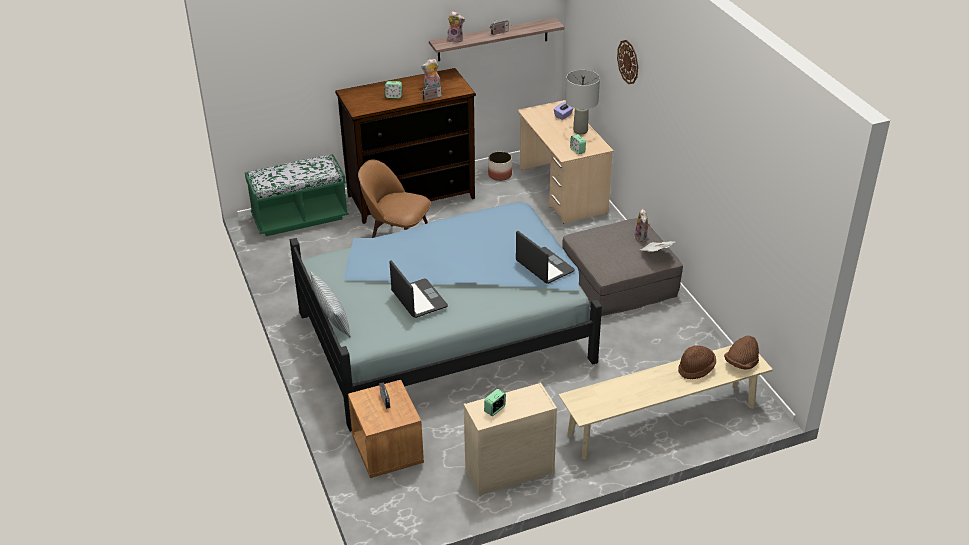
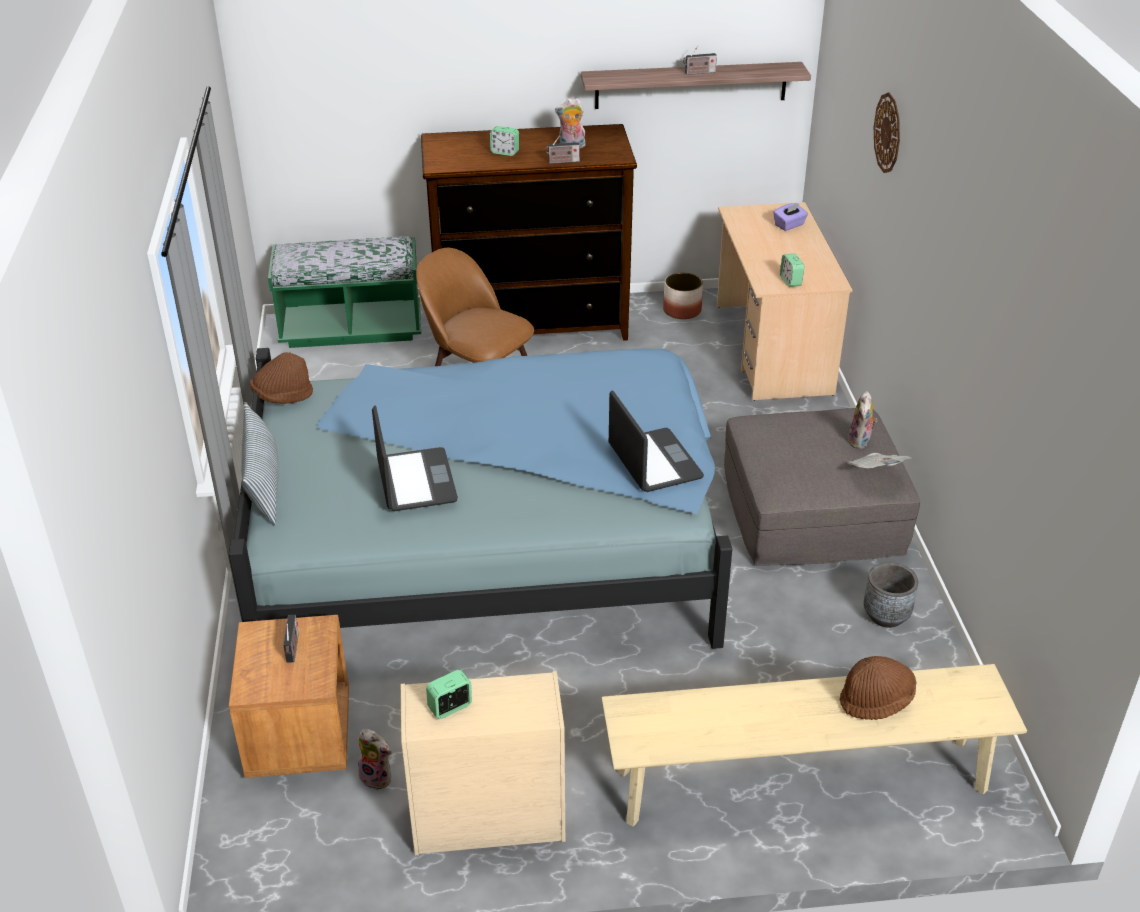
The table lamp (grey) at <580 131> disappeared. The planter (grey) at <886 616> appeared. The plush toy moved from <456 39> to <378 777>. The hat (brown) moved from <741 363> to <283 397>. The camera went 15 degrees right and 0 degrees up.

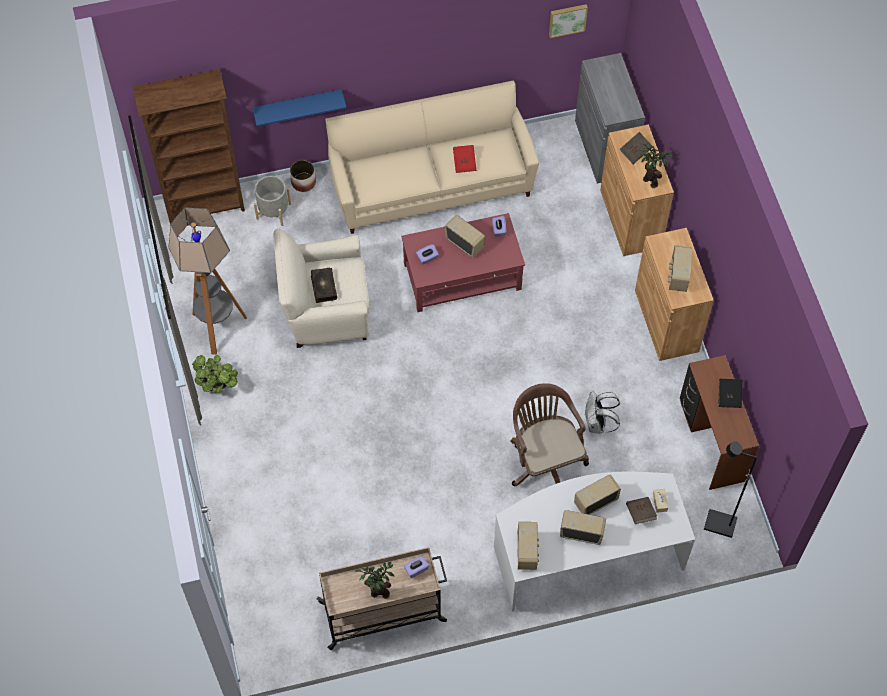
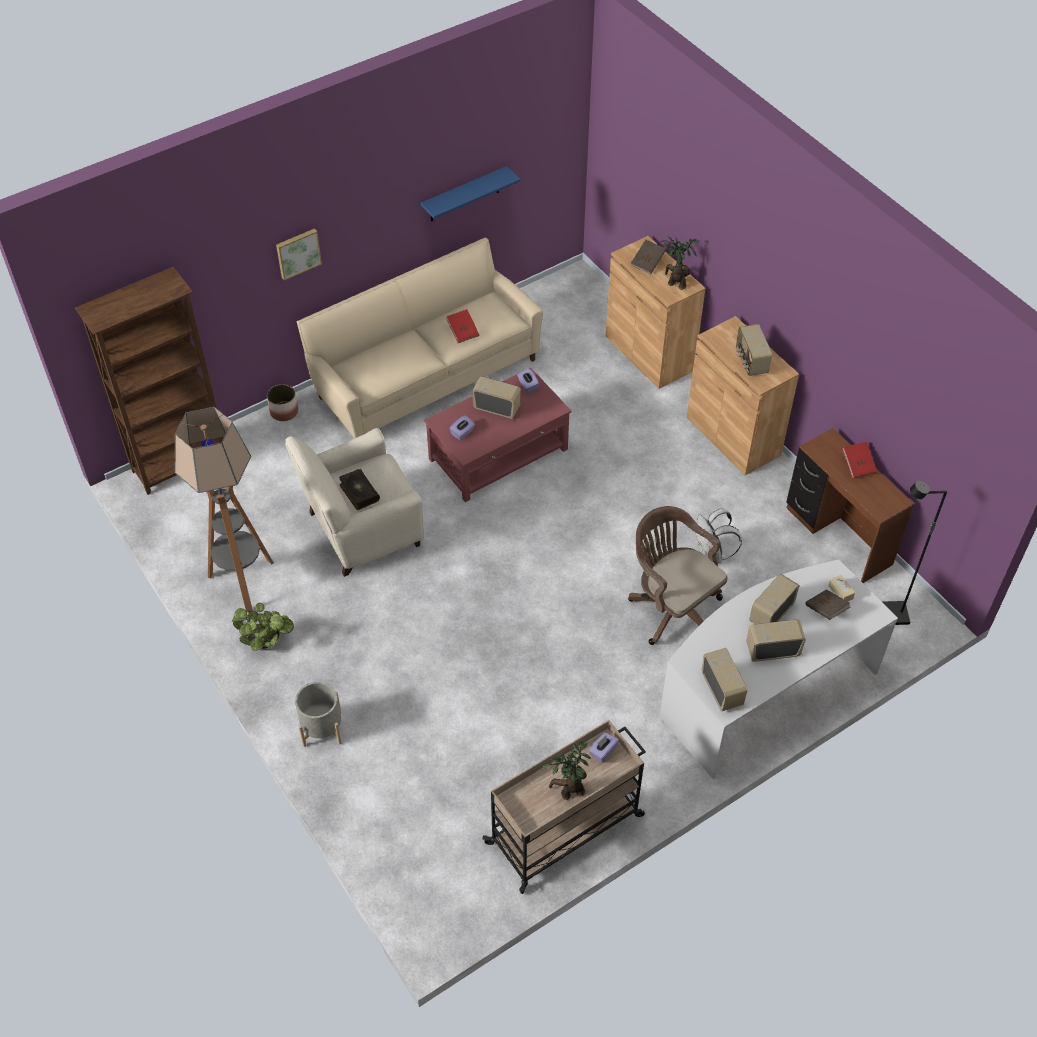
The cabinet (grey) at <604 147> disappeared. The shelf (blue) moved from <297 105> to <464 195>. The planter (grey) moved from <273 211> to <322 729>. The picture moved from <567 19> to <298 253>. The book (black) at <729 396> became the book (red) at <858 465>. The camera went 20 degrees left and 10 degrees down.

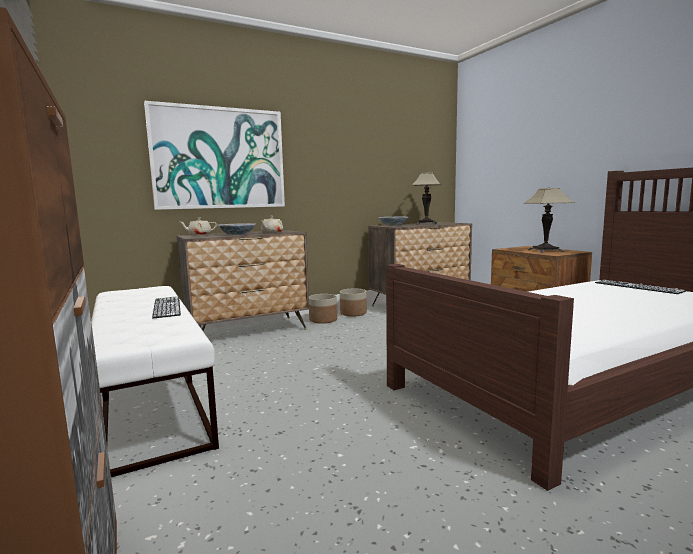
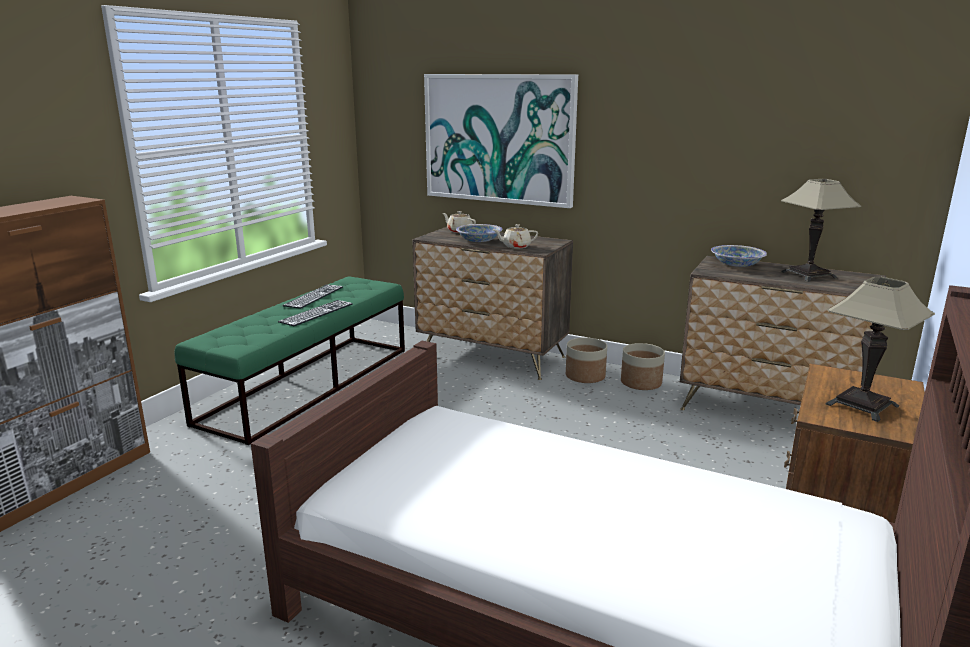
The keyboard moved from <638 287> to <314 296>. The bench (white) at <149 395> became the bench (green) at <309 384>. The camera went 55 degrees right and 10 degrees up.

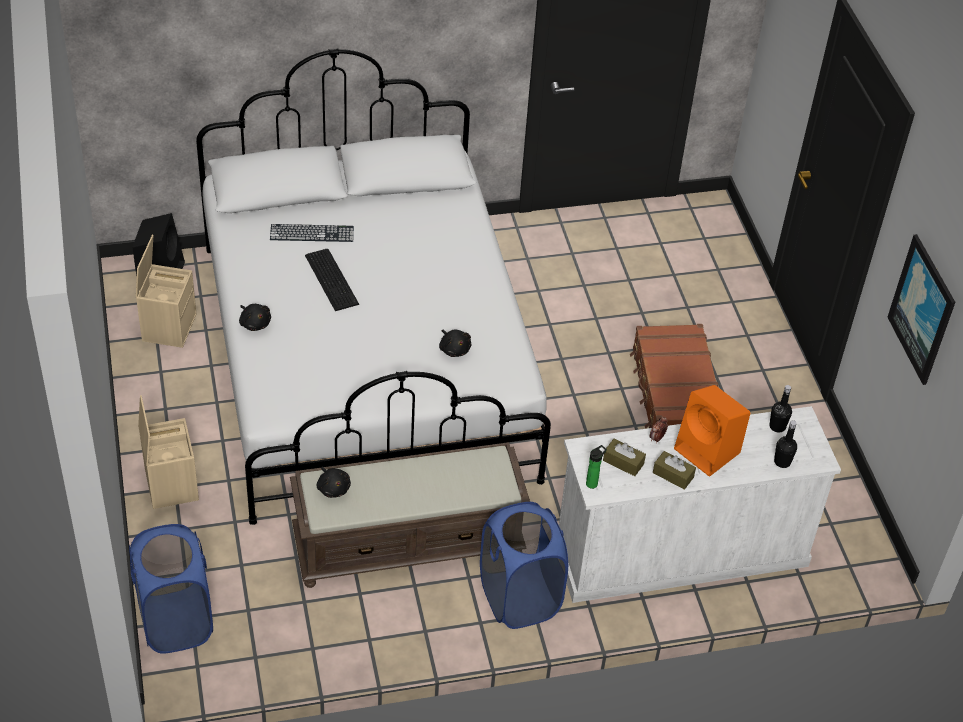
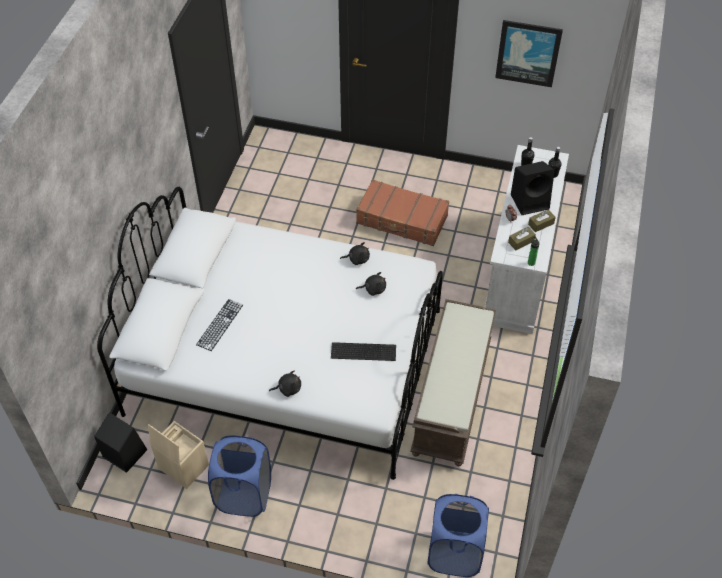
The storage box (beige) at <170 484> disappeared. The keyboard moved from <332 278> to <362 350>. The plush toy (black) moved from <333 488> to <357 259>. The laundry basket (blue) moved from <519 598> to <244 495>. The speaker (orange) at <708 451> became the speaker (black) at <530 201>. The camera went 60 degrees left and 5 degrees up.

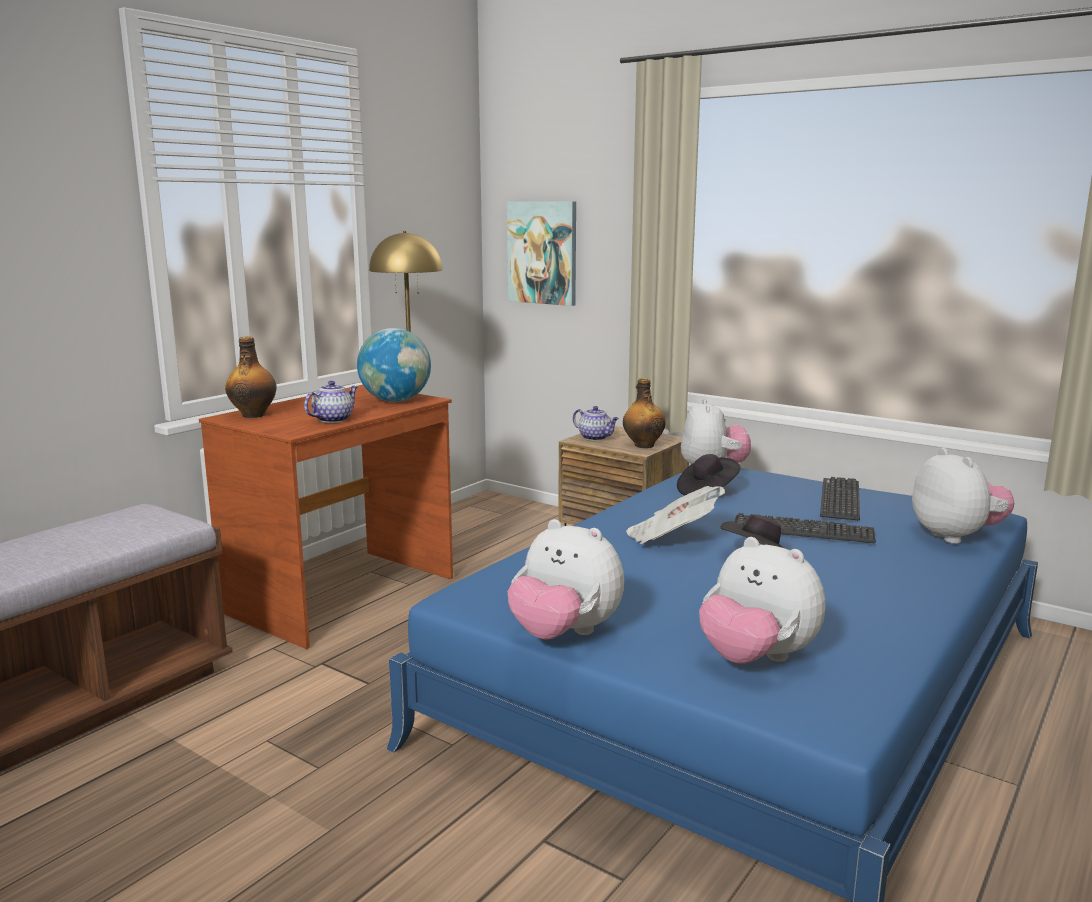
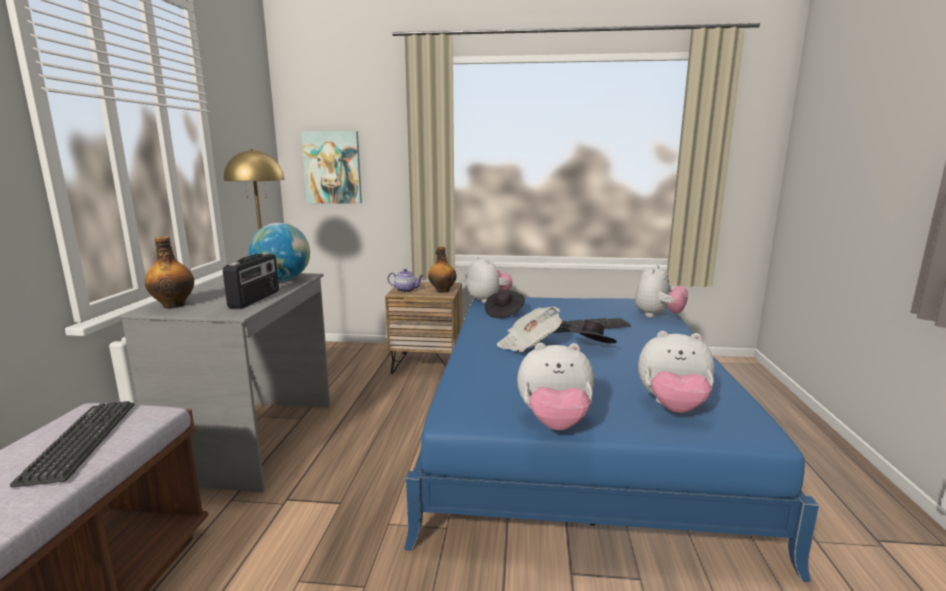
The keyboard moved from <840 499> to <81 441>. The teapot at <333 419> was replaced by the radio at <255 299>. The desk (brown) at <343 595> became the desk (grey) at <255 440>. The plush toy at <956 536> turned 75 degrees clockwise. The camera went 30 degrees left and 0 degrees up.

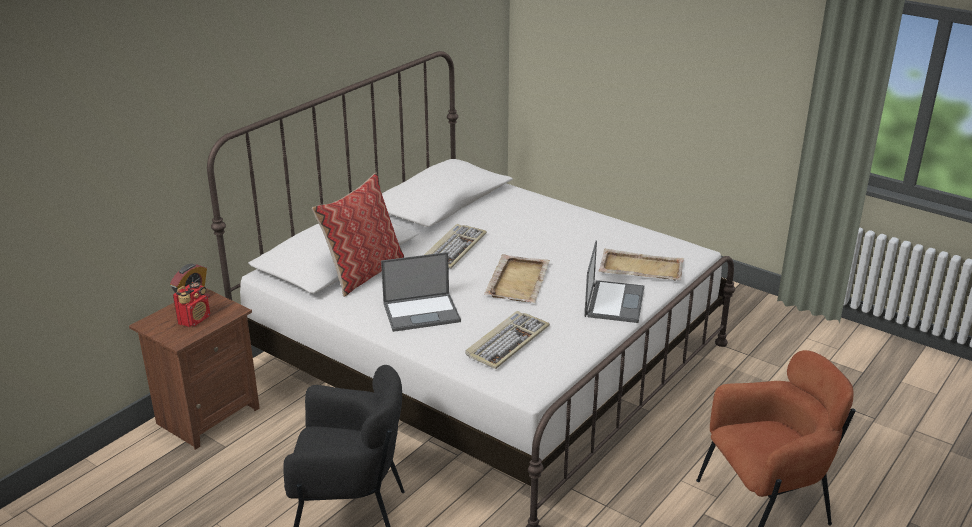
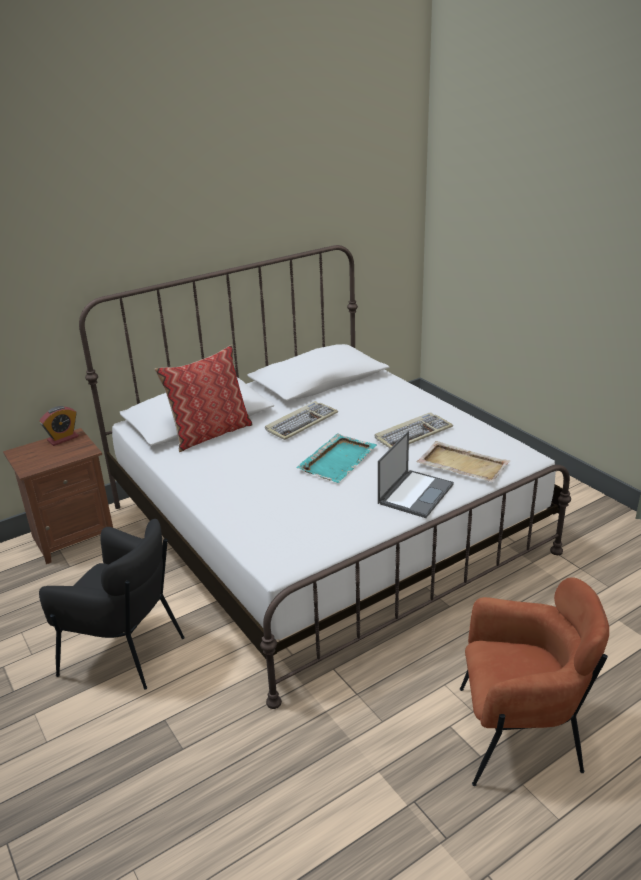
The radio at <195 319> disappeared. The laptop at <422 312> disappeared. The keyboard moved from <507 342> to <413 434>. The tray (beige) at <518 280> became the tray (turquoise) at <338 460>. The camera went 20 degrees right and 0 degrees up.

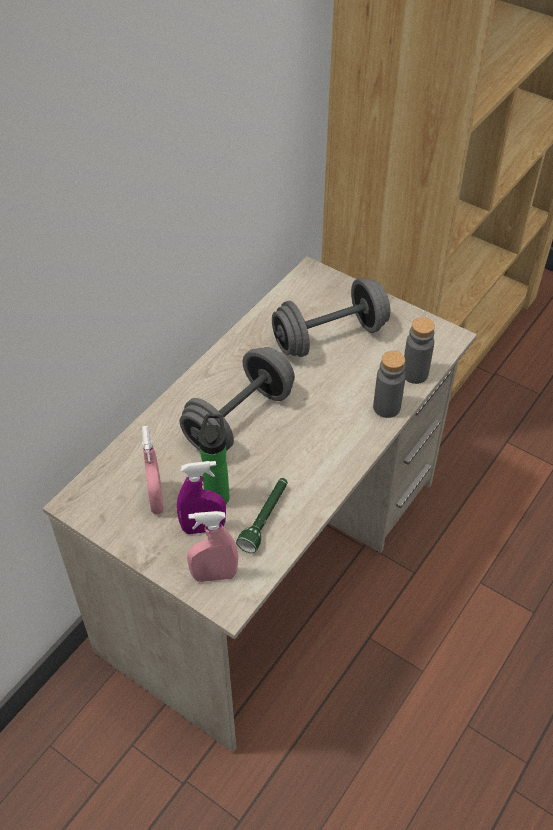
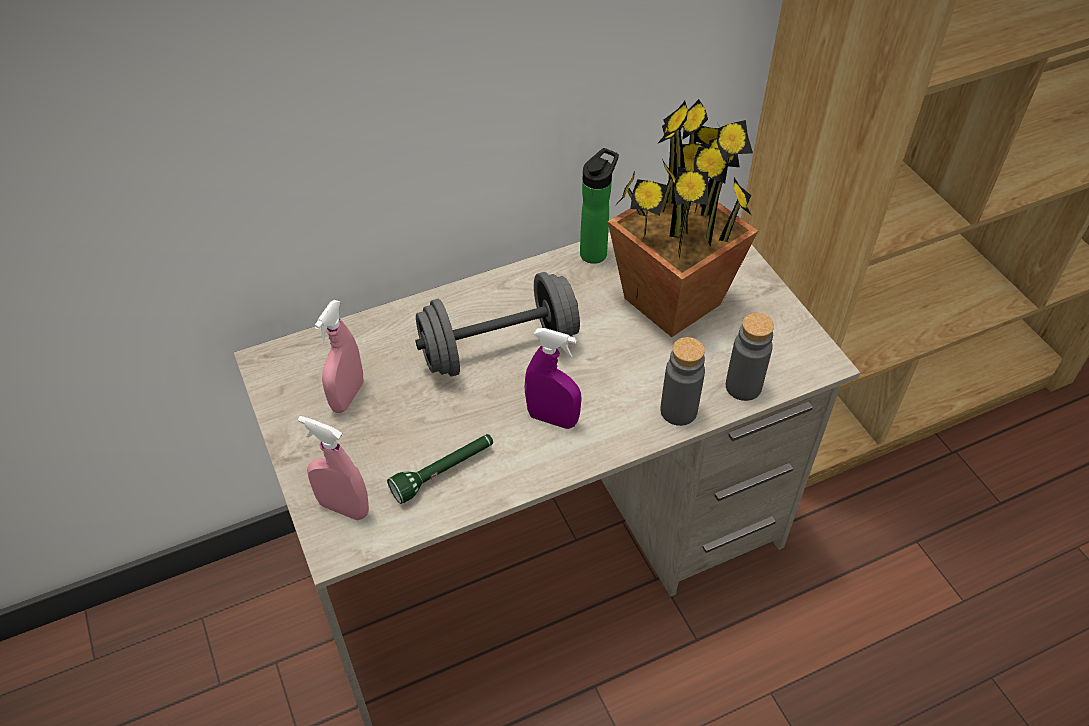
The spray bottle (purple) moved from <203 528> to <552 419>. The bottle moved from <217 494> to <595 251>. The dumbbell (grey) at <329 337> was replaced by the potted plant at <671 301>. The camera went 30 degrees right and 0 degrees up.

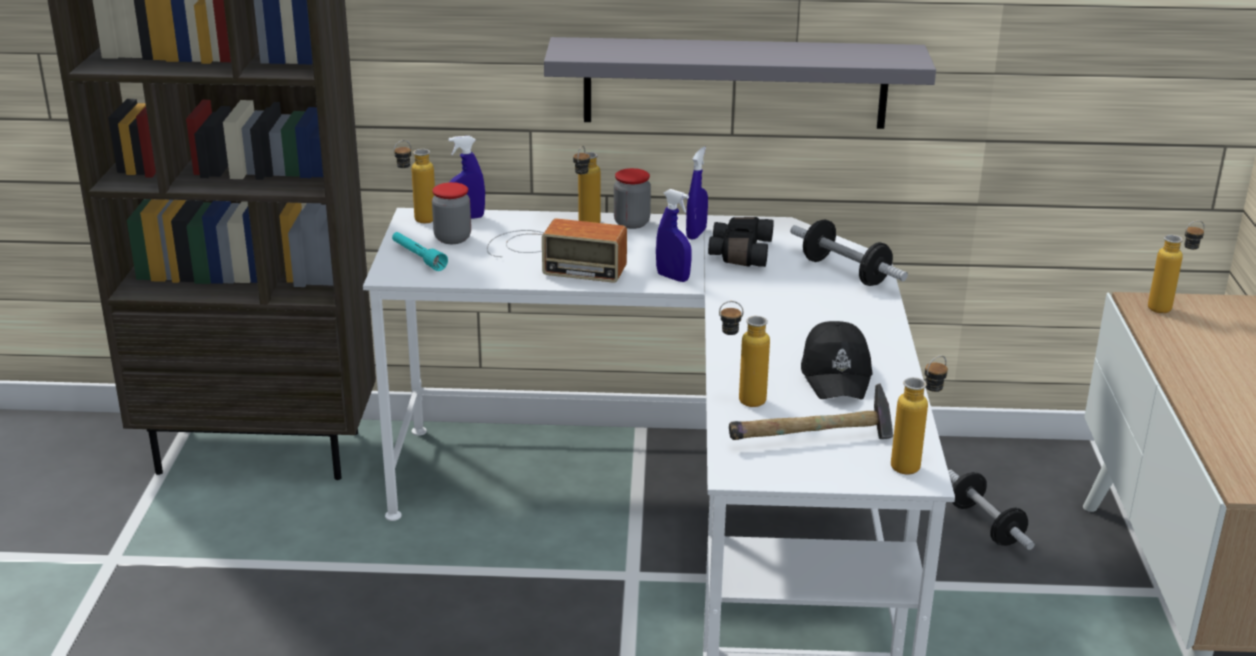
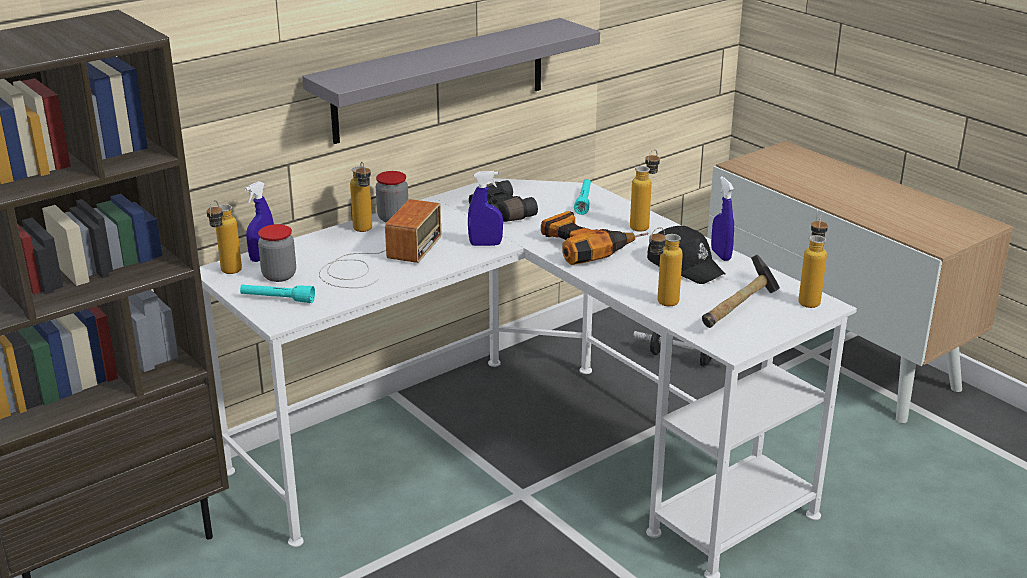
The power drill at <586 246> appeared. The spray bottle (blue) moved from <696 234> to <720 255>. The bottle moved from <1168 308> to <643 225>. The dumbbell at <845 272> was replaced by the flashlight (turquoise) at <584 201>. The radio at <553 256> turned 45 degrees counterclockwise. The camera went 40 degrees left and 0 degrees up.

